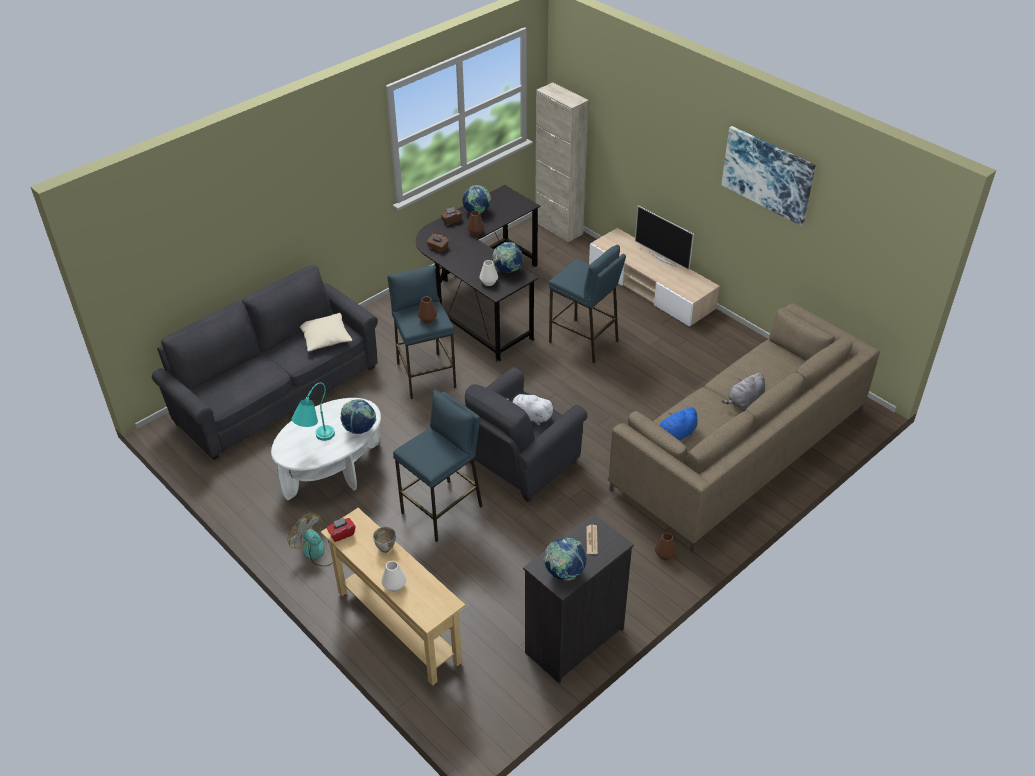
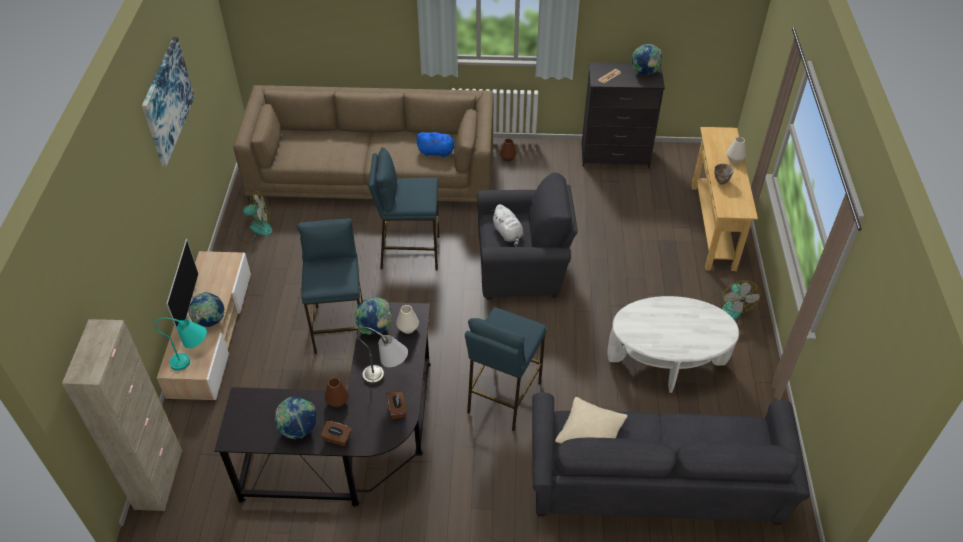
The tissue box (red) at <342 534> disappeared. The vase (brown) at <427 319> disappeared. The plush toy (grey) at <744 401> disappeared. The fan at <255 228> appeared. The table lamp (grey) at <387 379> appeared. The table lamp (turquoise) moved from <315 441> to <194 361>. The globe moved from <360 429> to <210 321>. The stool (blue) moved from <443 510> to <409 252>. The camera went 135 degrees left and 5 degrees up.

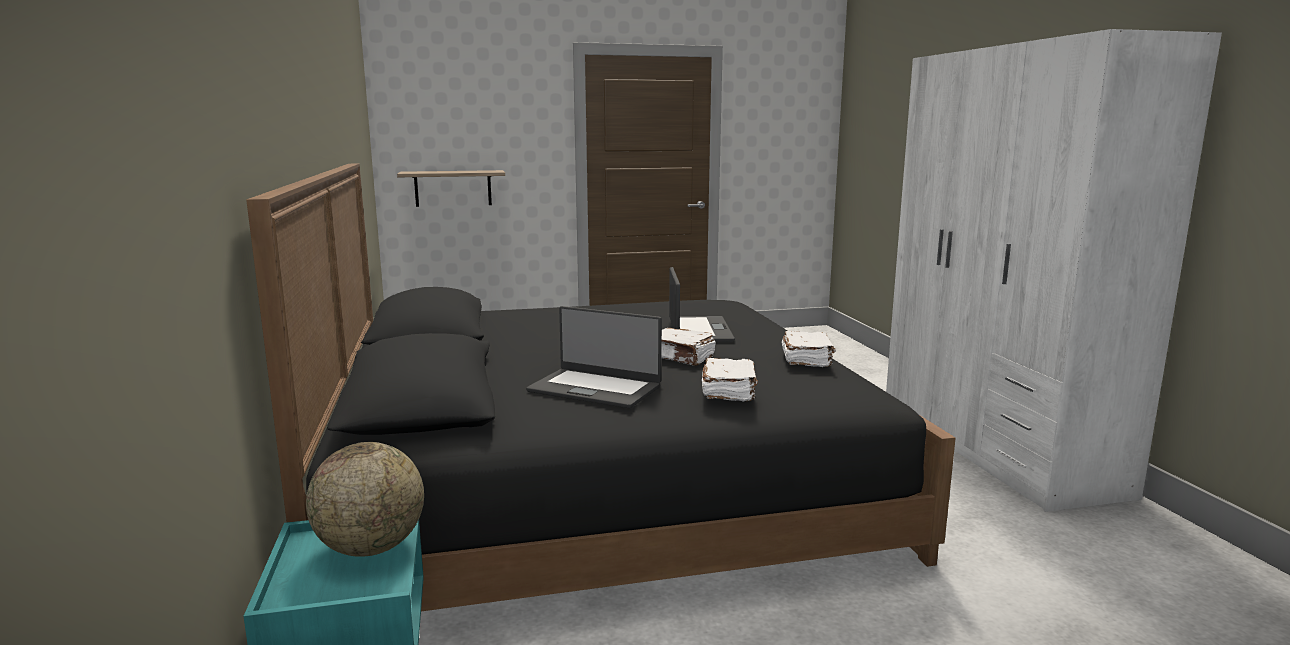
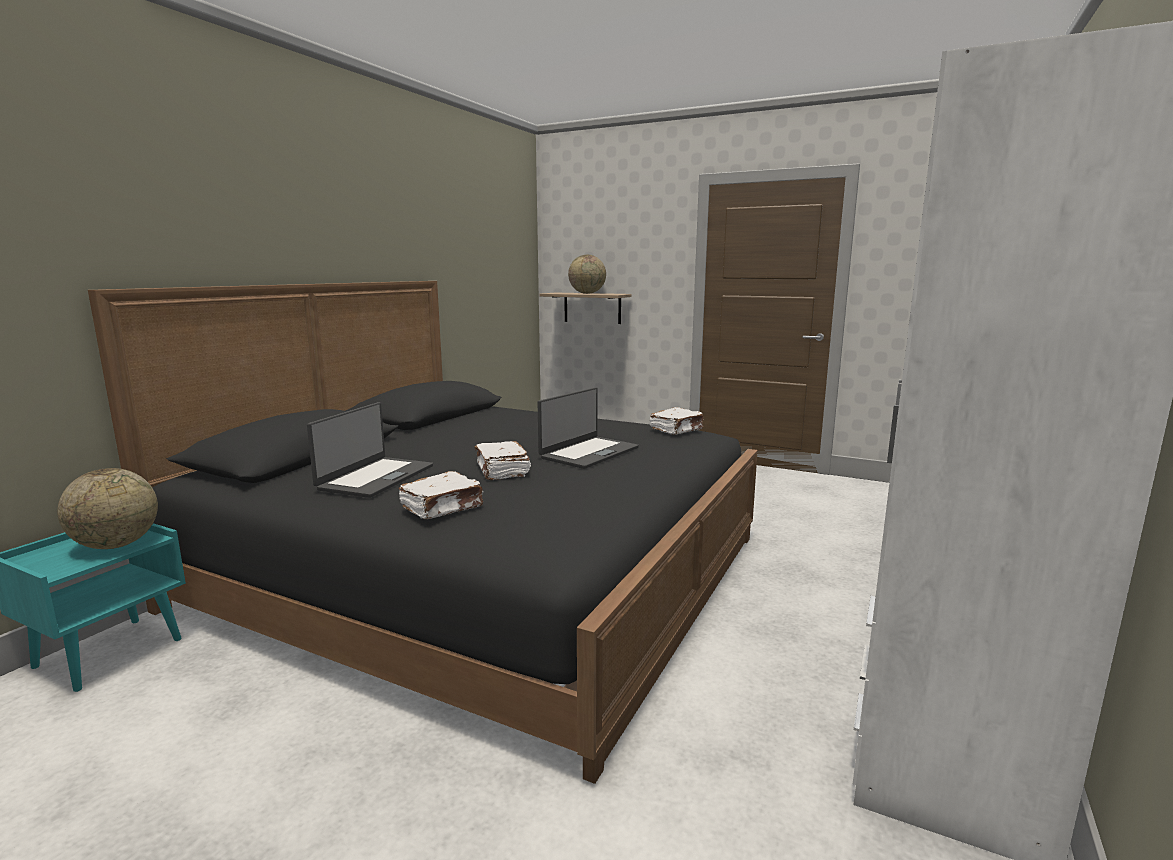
The globe at <587 293> appeared. The book (white) moved from <807 360> to <677 430>. The laptop at <595 388> turned 135 degrees counterclockwise. The camera went 40 degrees right and 0 degrees up.

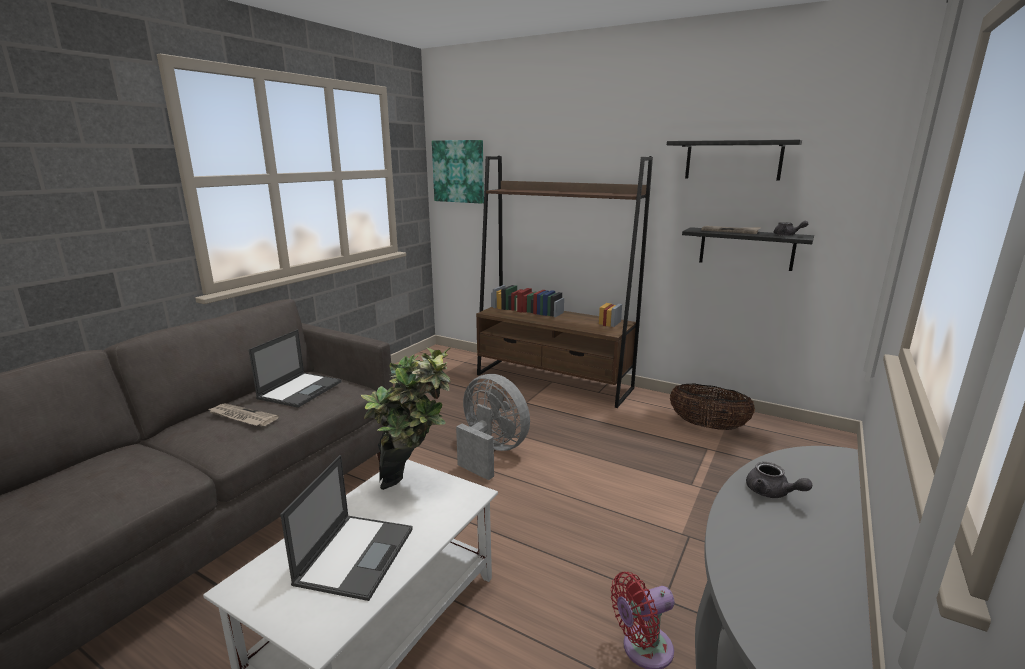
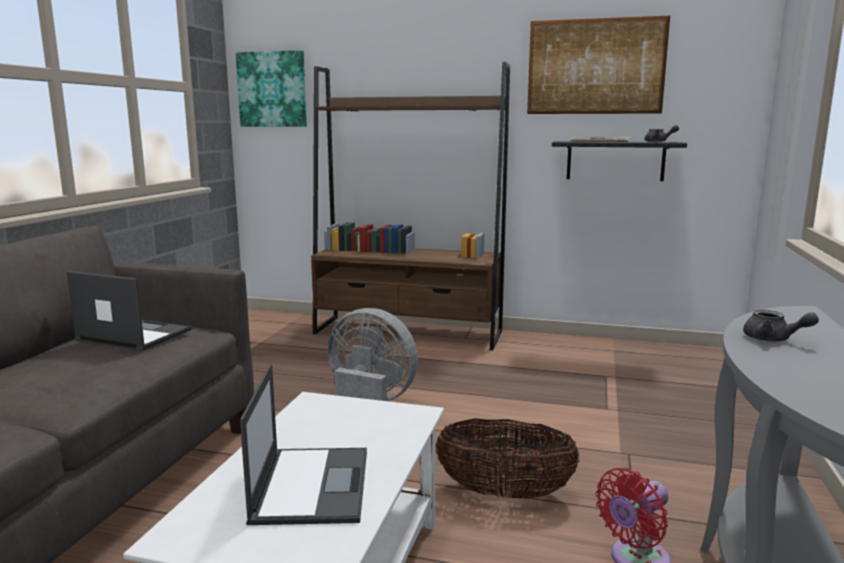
The newspaper at <241 417> disappeared. The potted plant at <415 482> disappeared. The basket moved from <708 426> to <505 493>. The shelf (black) at <733 160> was replaced by the picture at <595 67>. The laptop at <301 389> turned 75 degrees counterclockwise. The camera went 15 degrees left and 5 degrees down.

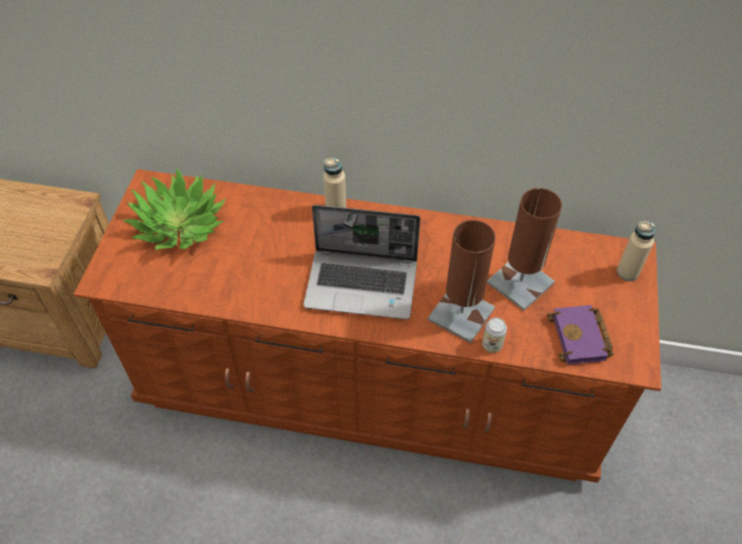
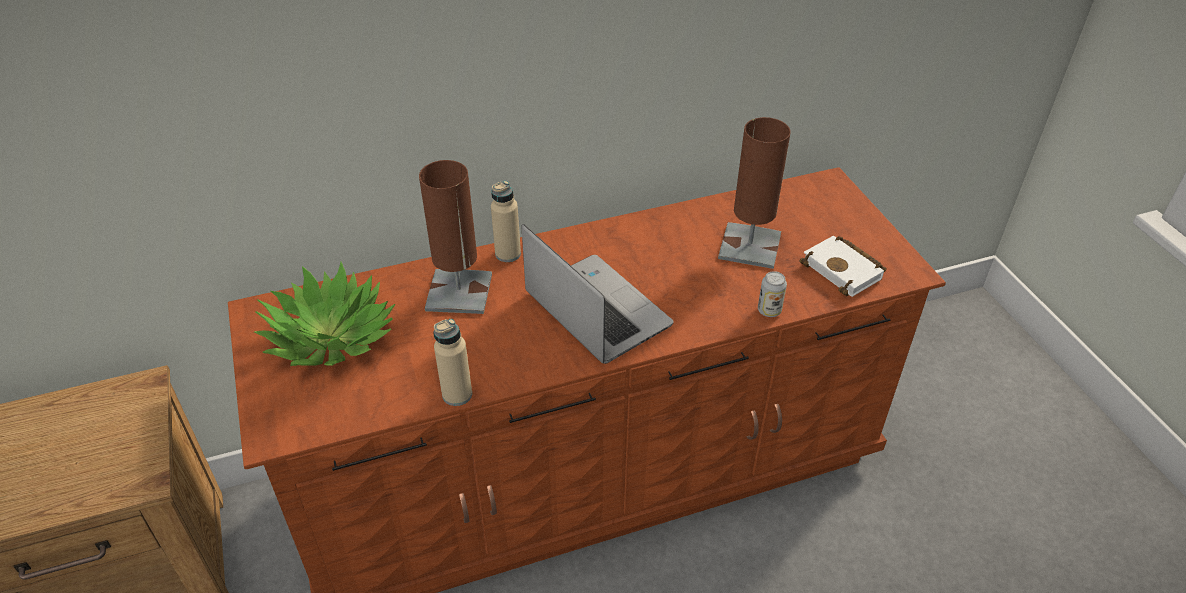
The table lamp (brown) moved from <461 314> to <459 292>. The bottle (beige) moved from <627 272> to <457 394>. The book (purple) at <581 339> became the book (white) at <845 270>. The laptop at <363 284> turned 105 degrees counterclockwise. The camera went 30 degrees left and 10 degrees down.

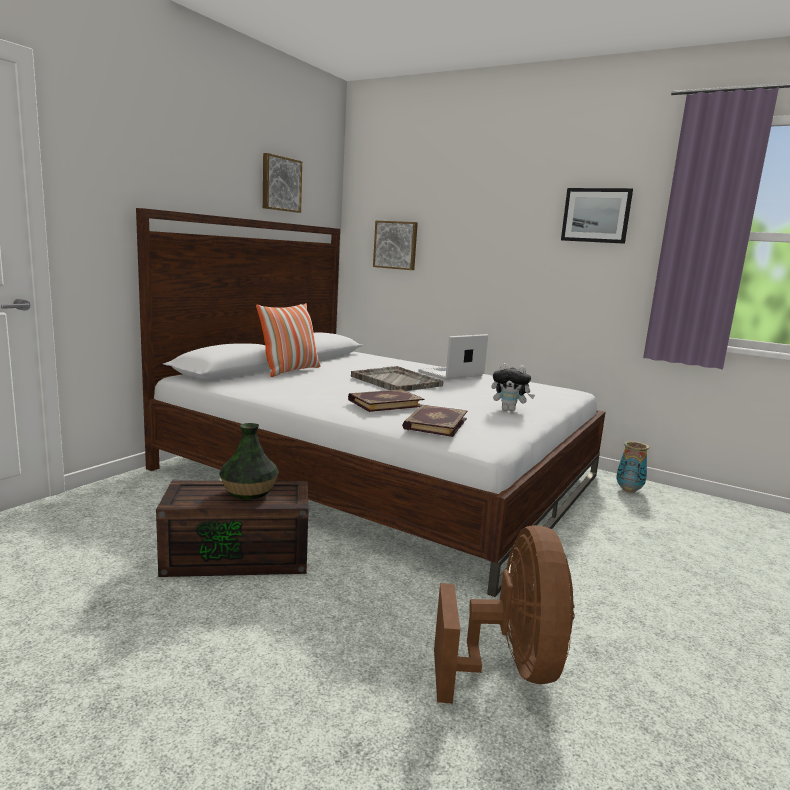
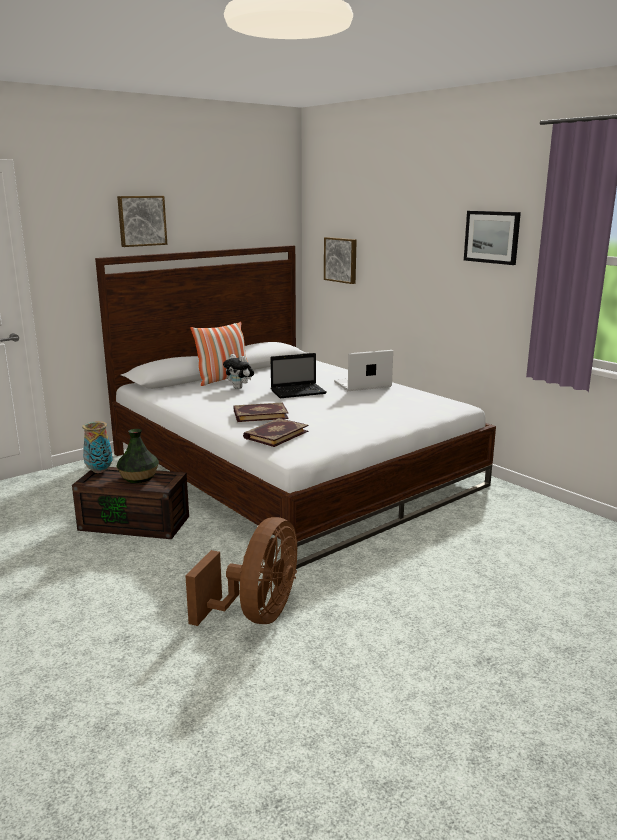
The picture moved from <280 184> to <141 221>. The plush toy moved from <509 410> to <239 388>. The vase moved from <629 490> to <99 471>. The tray (grey) at <395 381> was replaced by the laptop at <299 392>. The camera went 20 degrees right and 5 degrees up.

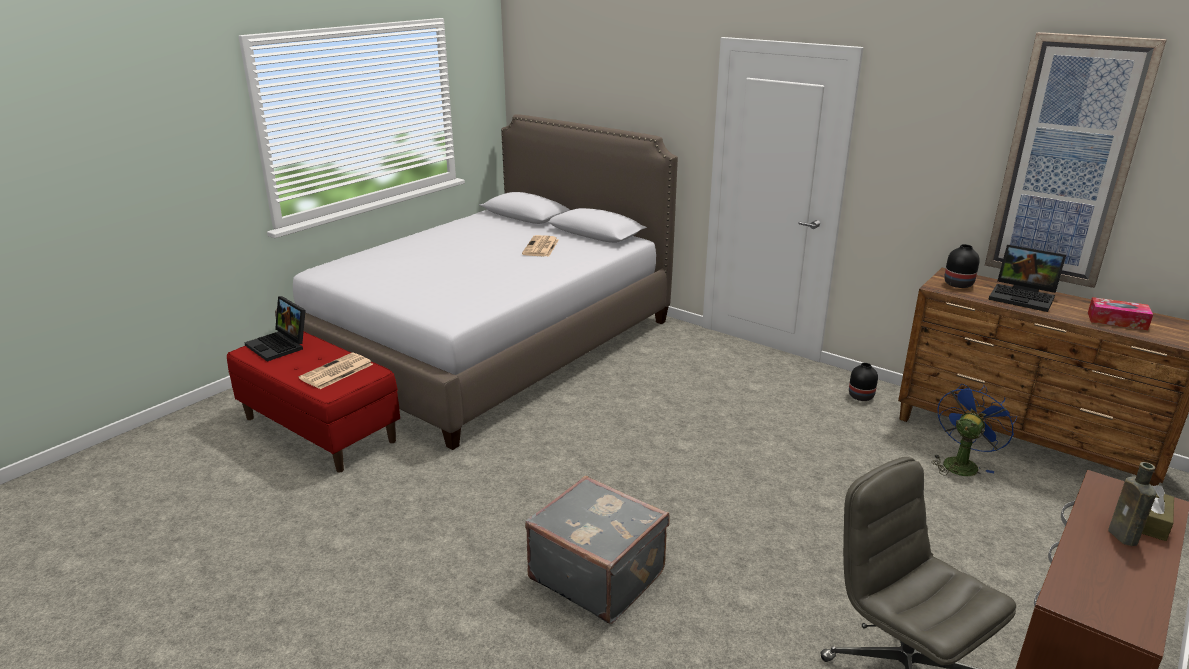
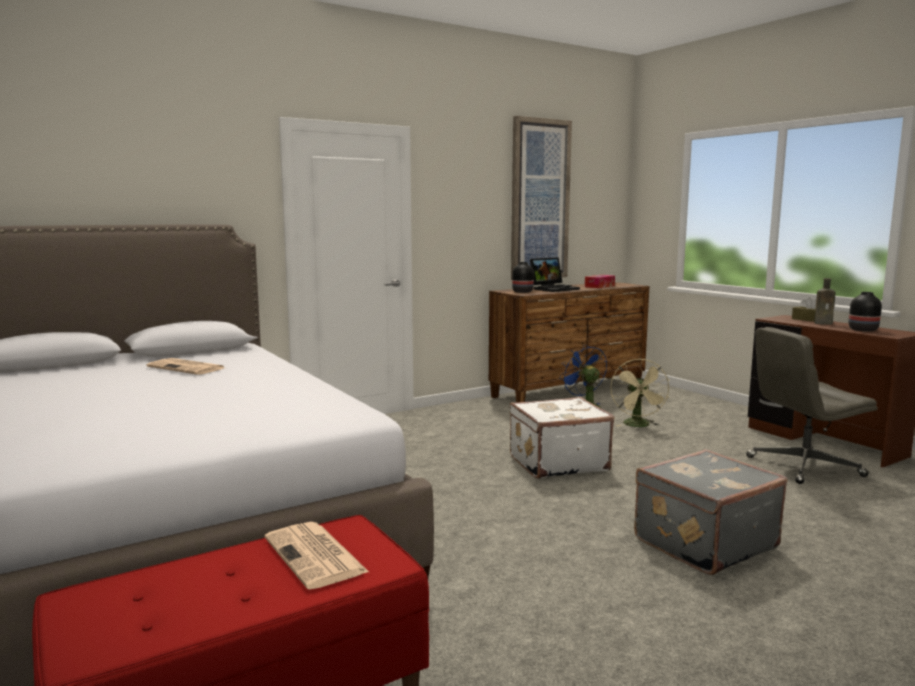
The laptop at <280 345> disappeared. The suitcase (white) at <557 463> appeared. The fan (beige) at <638 426> appeared. The vase (black) moved from <861 396> to <862 330>. The camera went 70 degrees left and 15 degrees down.

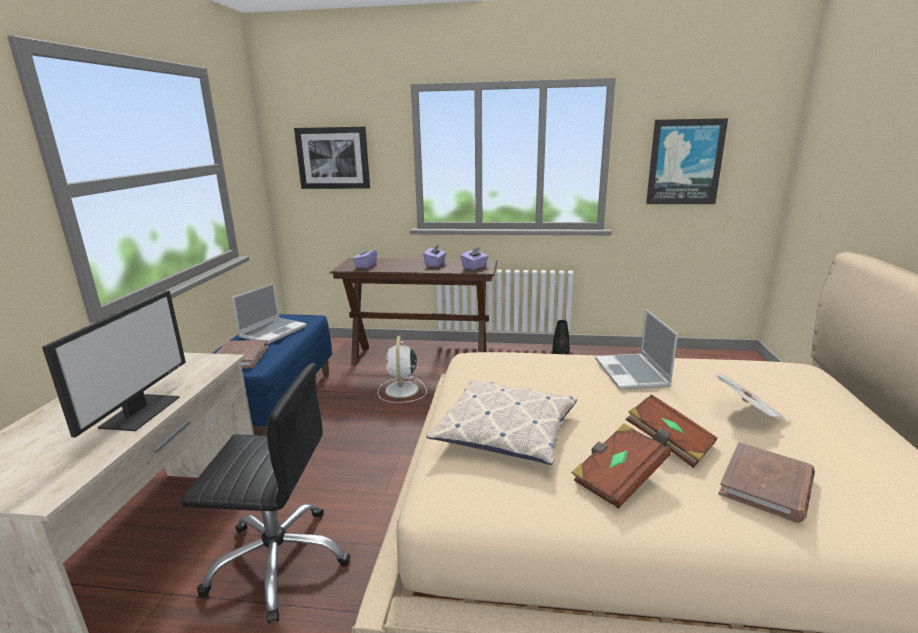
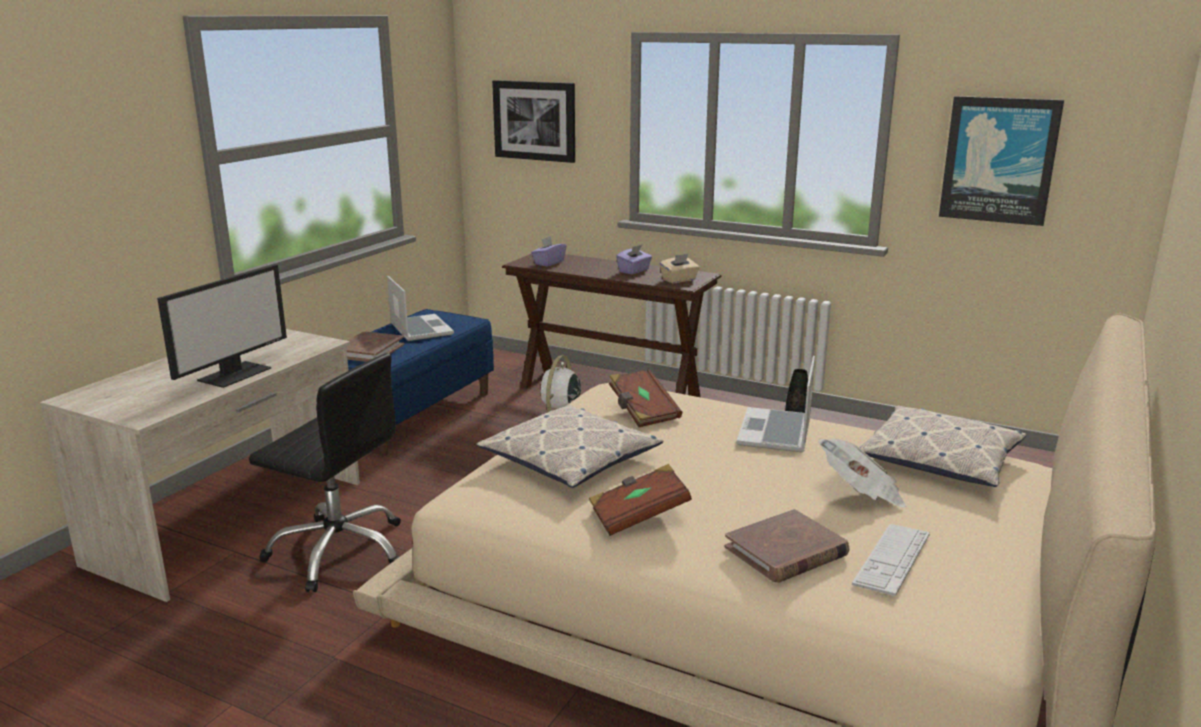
The keyboard at <892 559> appeared. The pillow at <940 459> appeared. The book (brown) moved from <668 443> to <643 412>. The tissue box (purple) at <475 267> became the tissue box (beige) at <679 280>. The laptop at <273 331> turned 75 degrees counterclockwise. The camera went 20 degrees right and 0 degrees up.

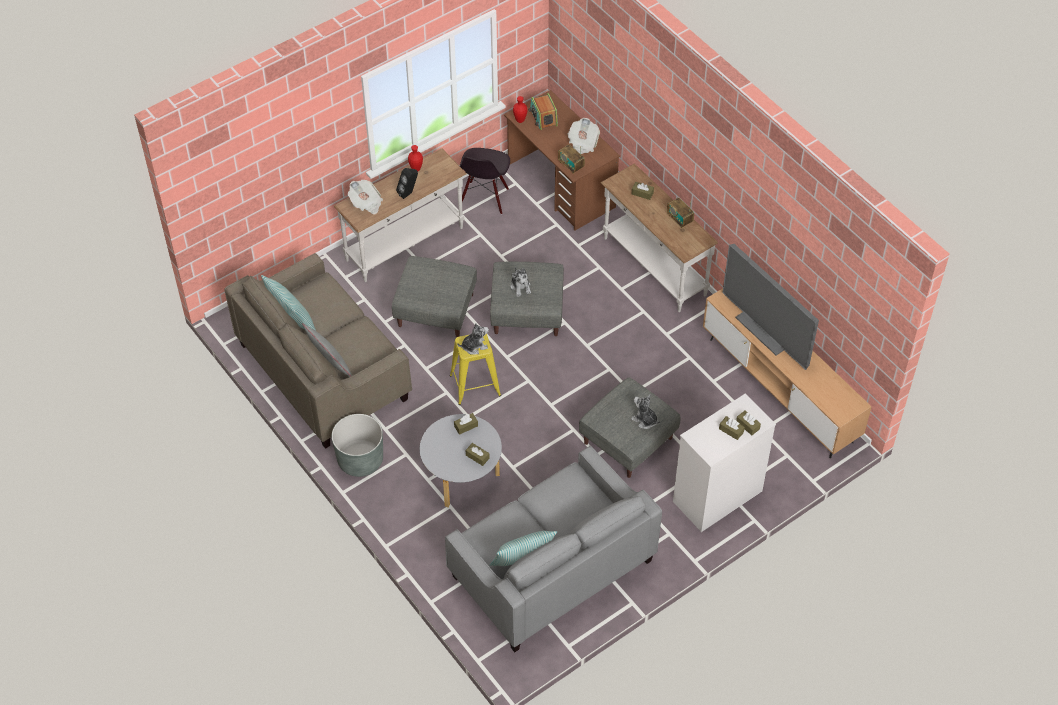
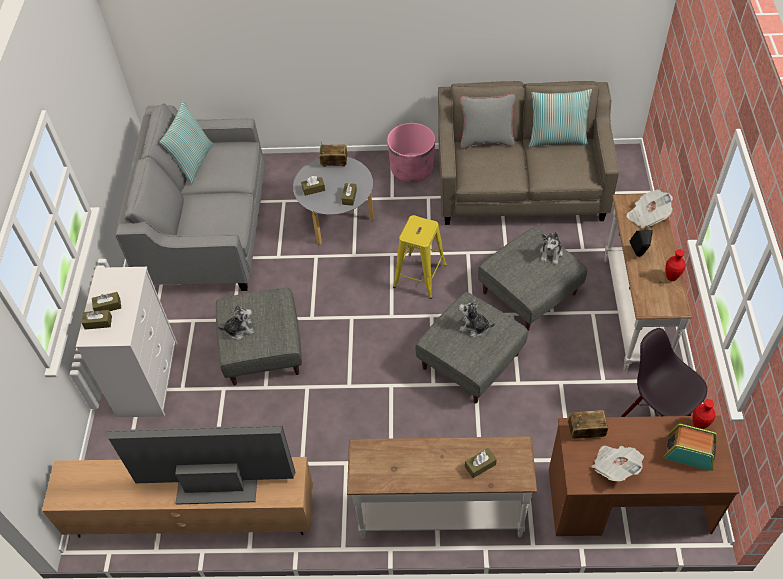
The plush toy moved from <474 346> to <551 253>. The radio moved from <679 219> to <334 163>. The planter (grey) at <360 460> became the planter (pink) at <412 169>. The camera went 130 degrees right and 0 degrees up.

